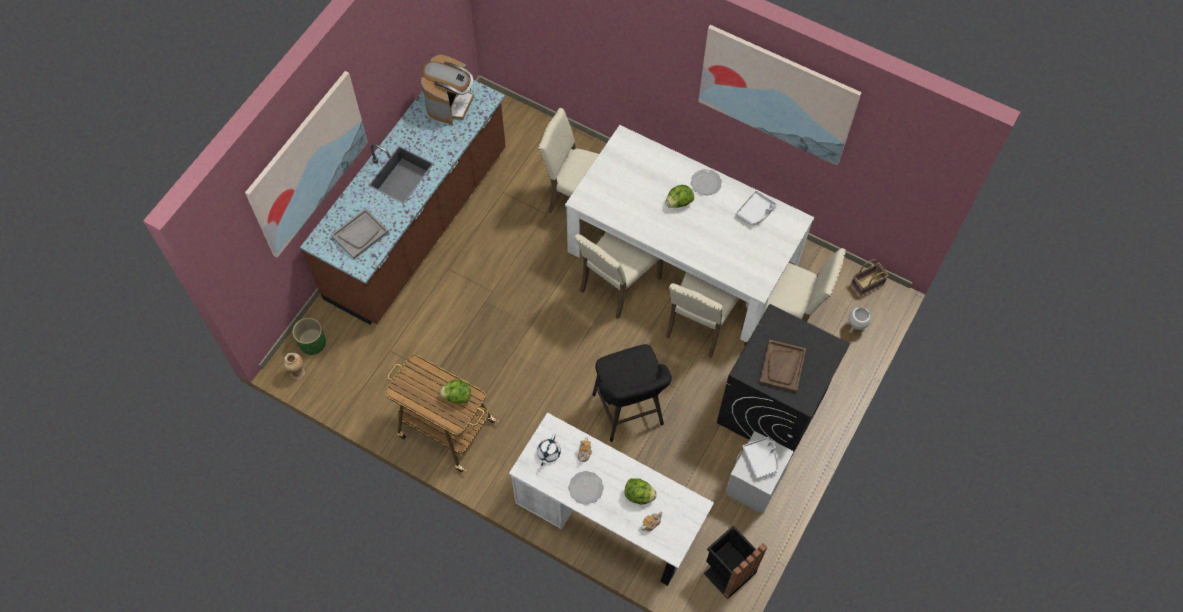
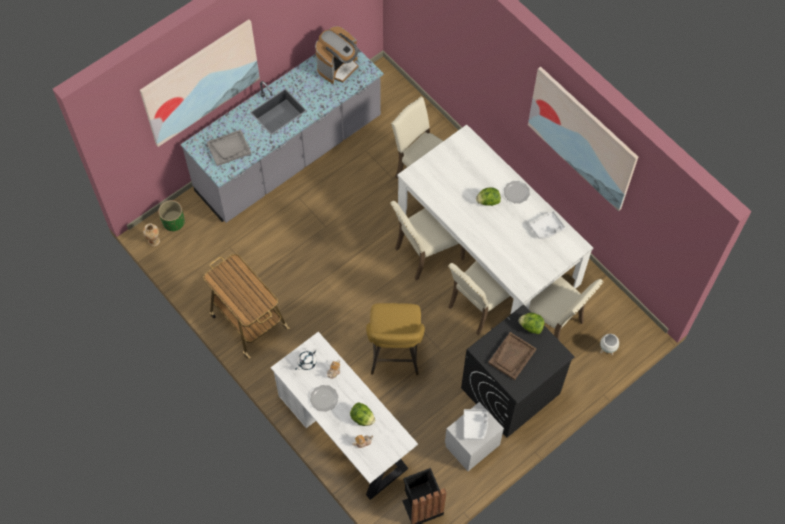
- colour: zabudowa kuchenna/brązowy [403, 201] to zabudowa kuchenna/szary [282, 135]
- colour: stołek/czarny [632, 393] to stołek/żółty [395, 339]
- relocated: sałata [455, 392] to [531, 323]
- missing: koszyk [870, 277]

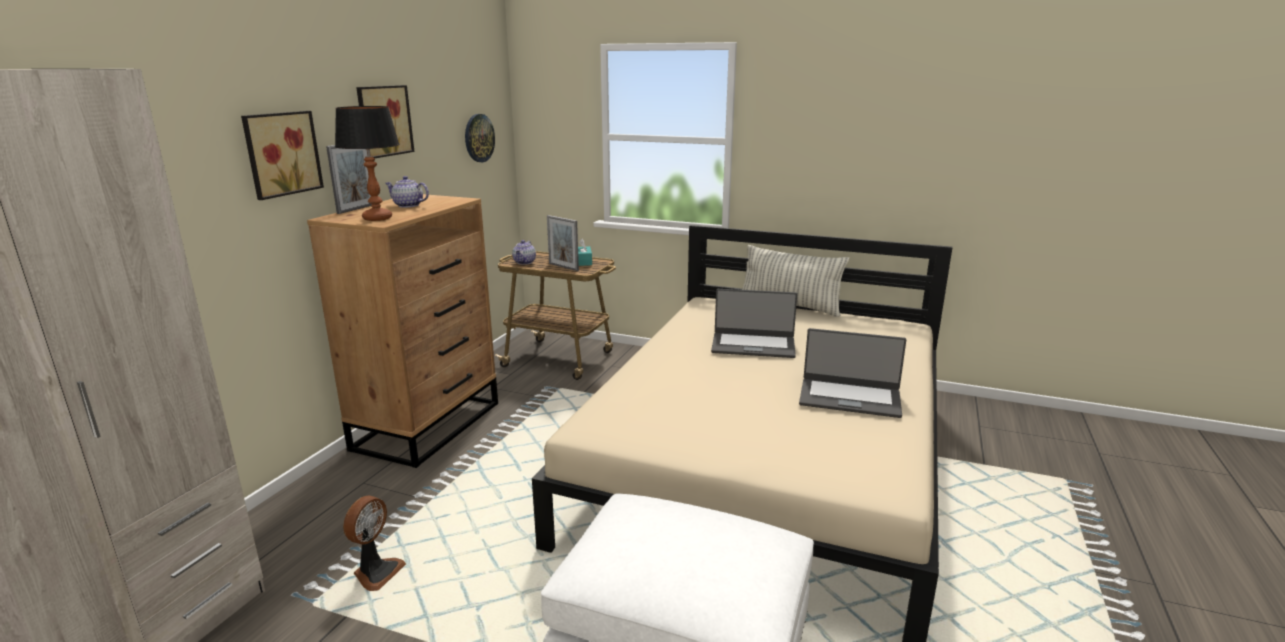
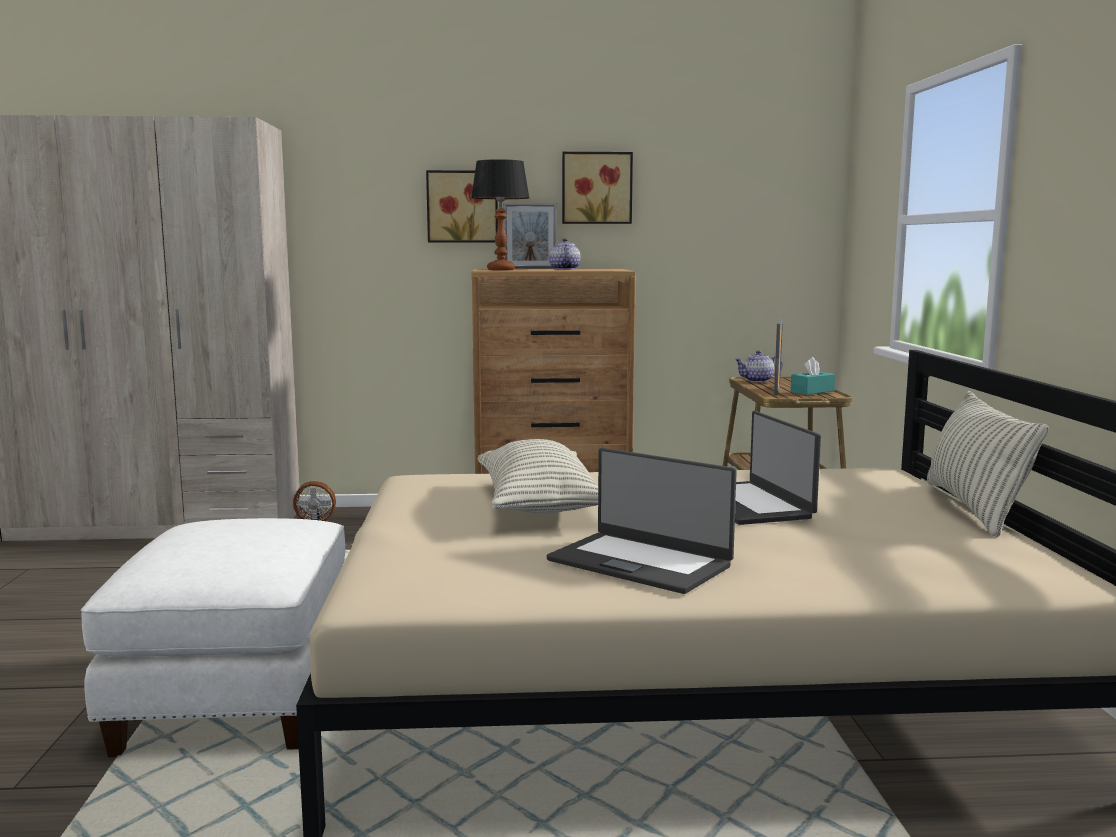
- appeared: poduszka [538, 476]
- spun: laptop [852, 373] = [642, 521] 45 degrees counterclockwise
- missing: zegar ścienny [480, 138]

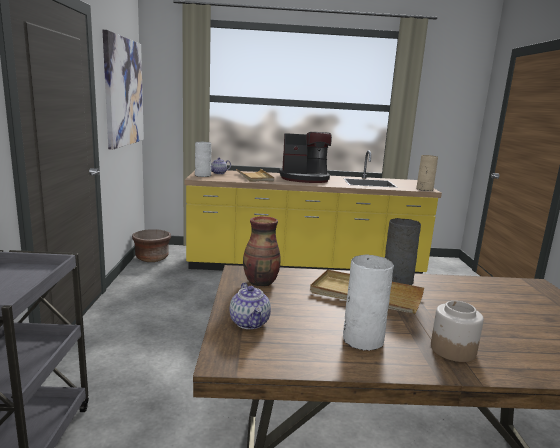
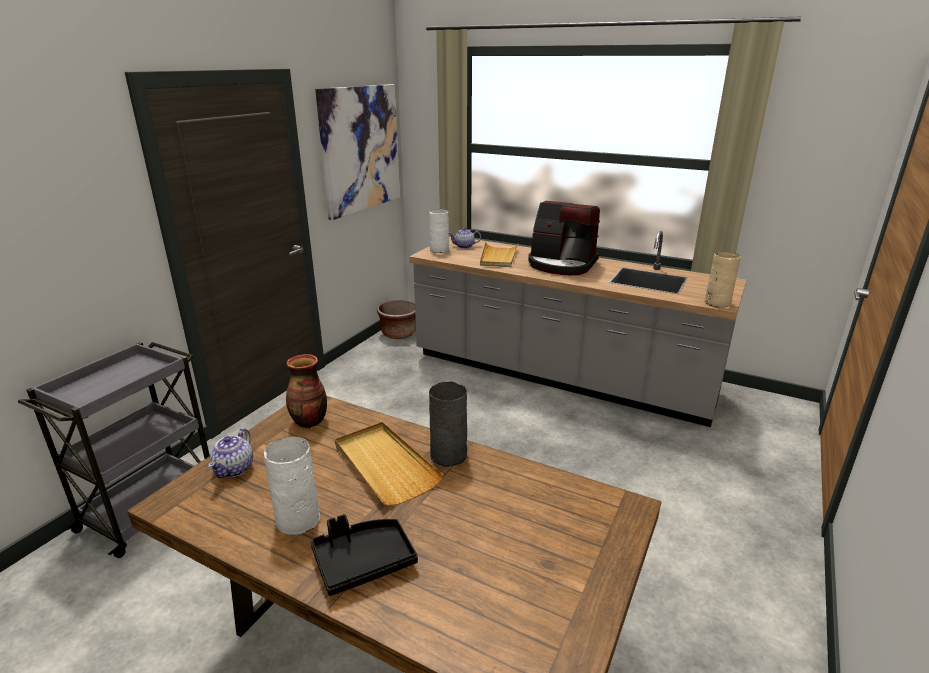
- exchanged: słoik [457, 331] to taca/czarny [364, 555]
- colour: zabudowa kuchenna/żółty [313, 212] to zabudowa kuchenna/szary [577, 329]

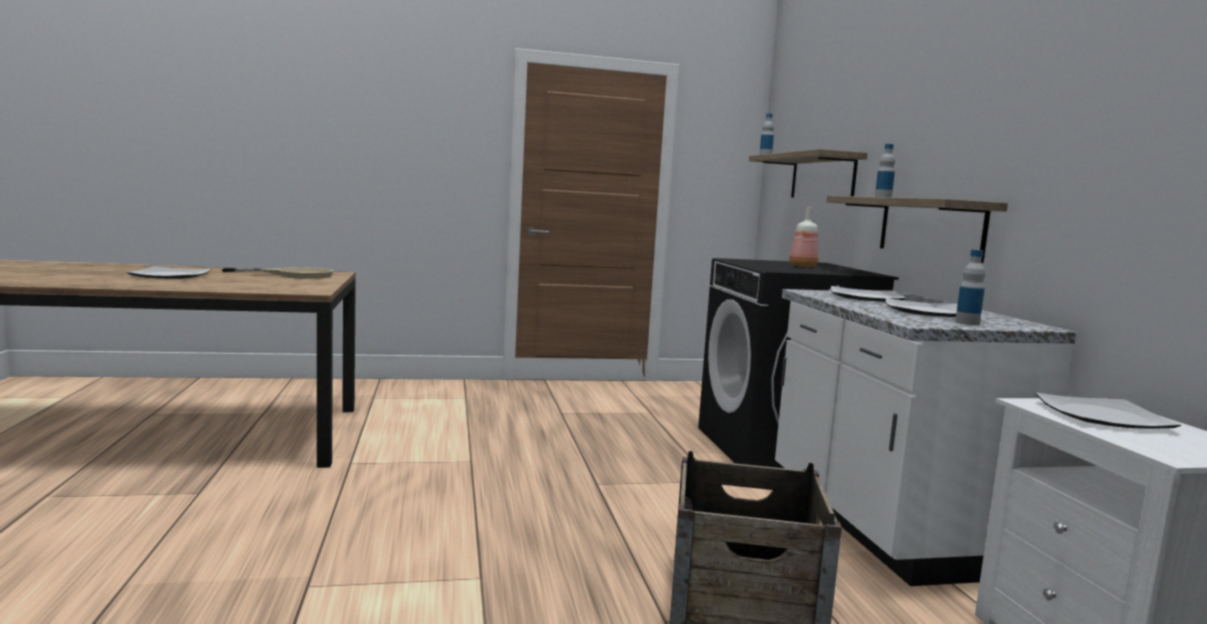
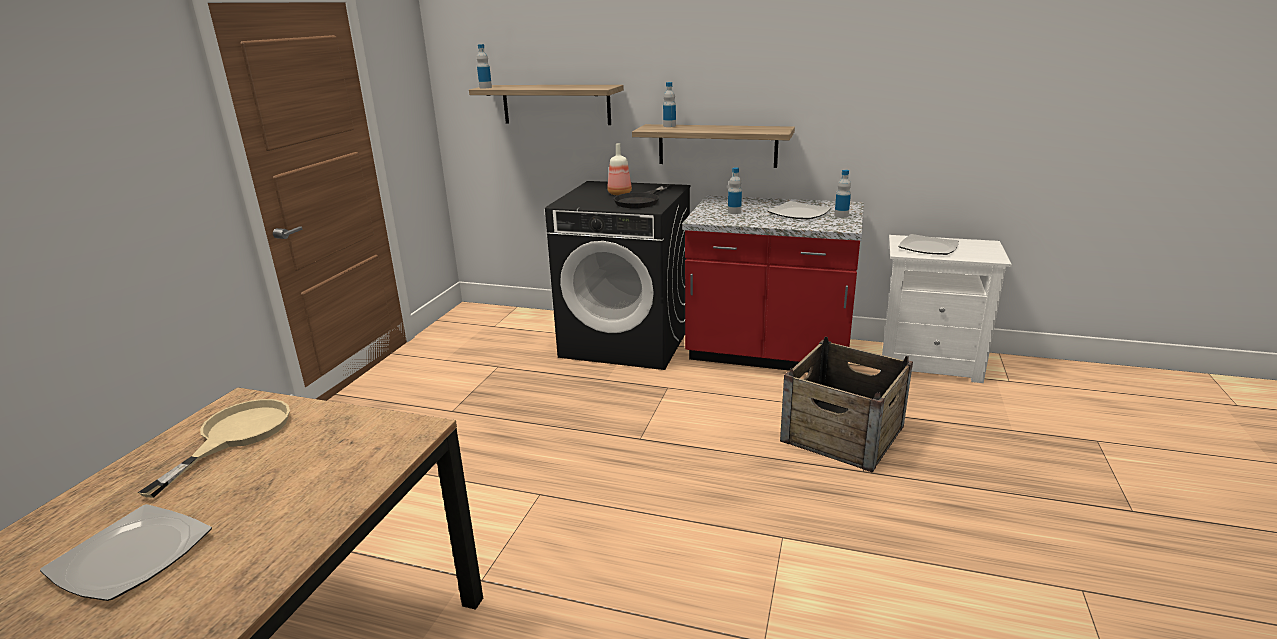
- appeared: patelnia/czarny [643, 196]
- colour: zabudowa kuchenna/biały [926, 437] to zabudowa kuchenna/czerwony [773, 284]
- exchanged: talerz [868, 294] to butelka [735, 191]

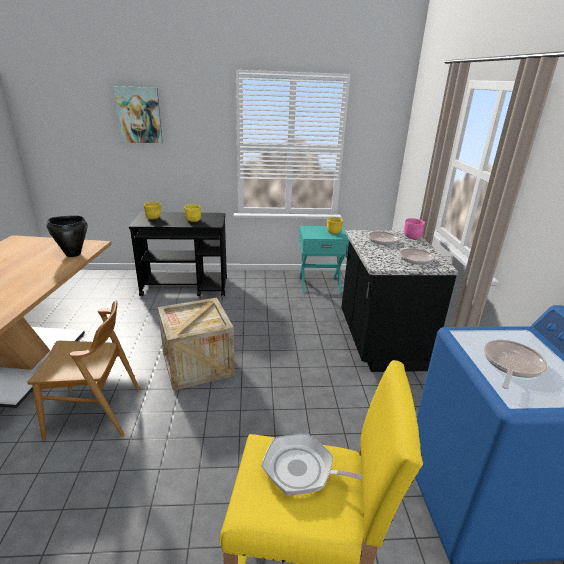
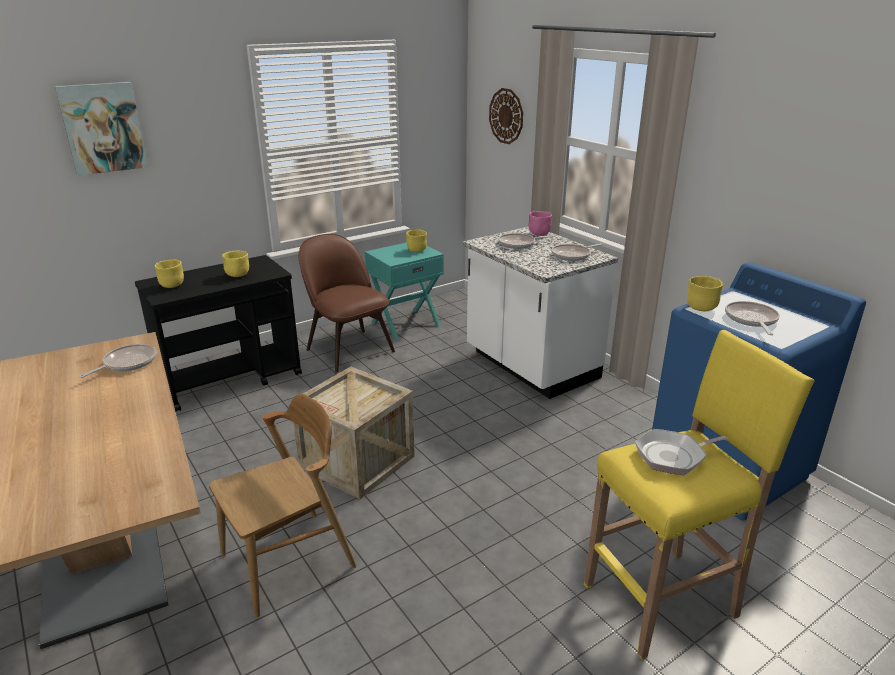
- exchanged: garnek/czarny [67, 236] to patelnia [117, 361]
- appeared: krzesło/brązowy [347, 303]
- colour: zabudowa kuchenna/czarny [399, 301] to zabudowa kuchenna/biały [540, 313]
- appeared: zegar ścienny [506, 116]
- appeared: miska/żółty [705, 293]

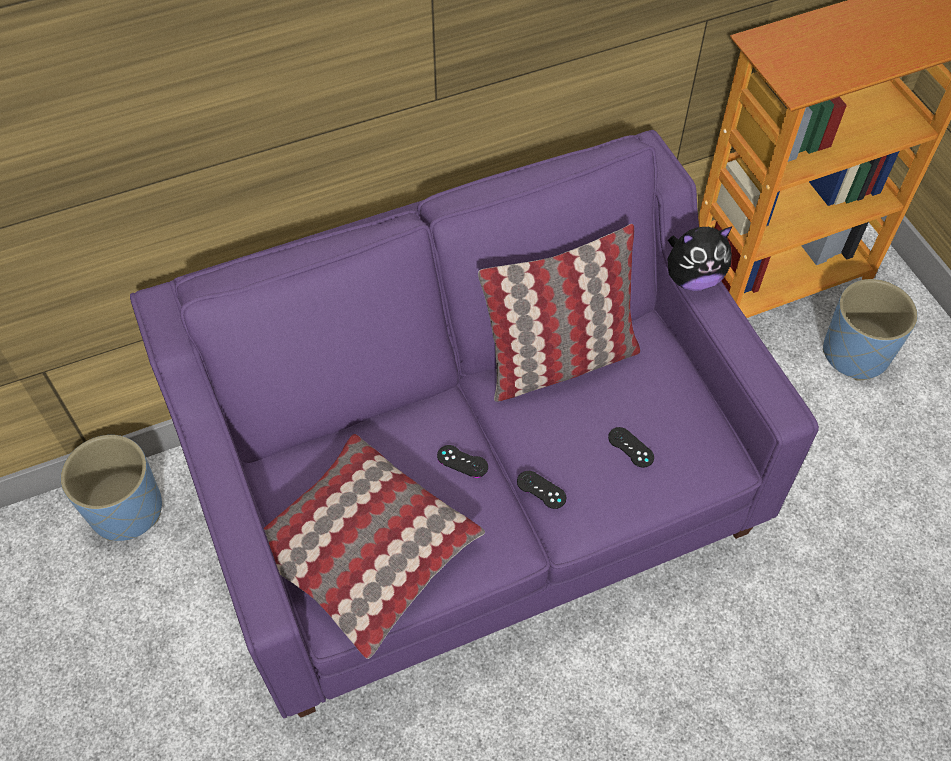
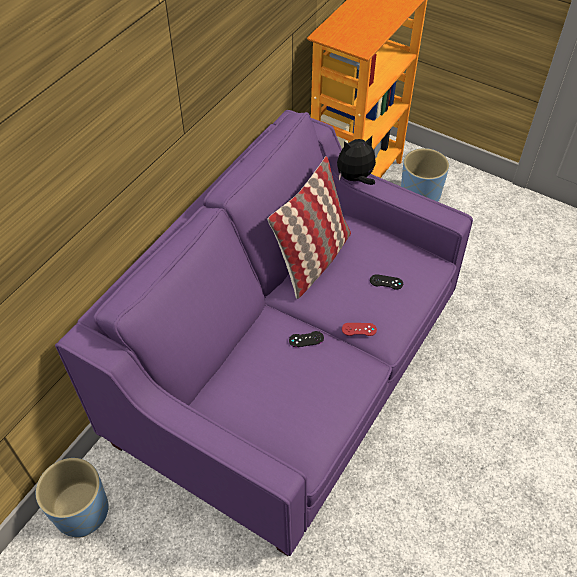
- spun: pluszak [699, 259] = [356, 160] 150 degrees counterclockwise
- colour: pad do gier/czarny [541, 490] to pad do gier/czerwony [359, 329]
- missing: poduszka [374, 546]

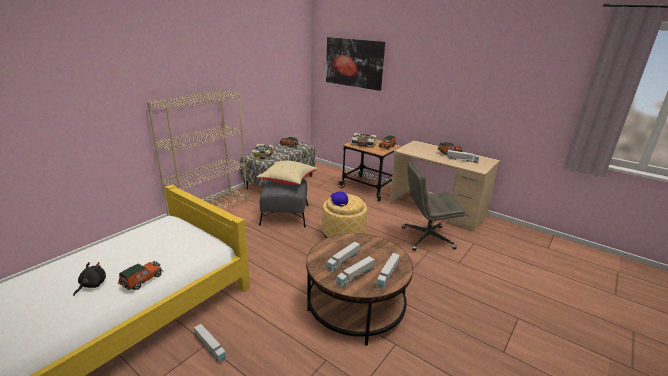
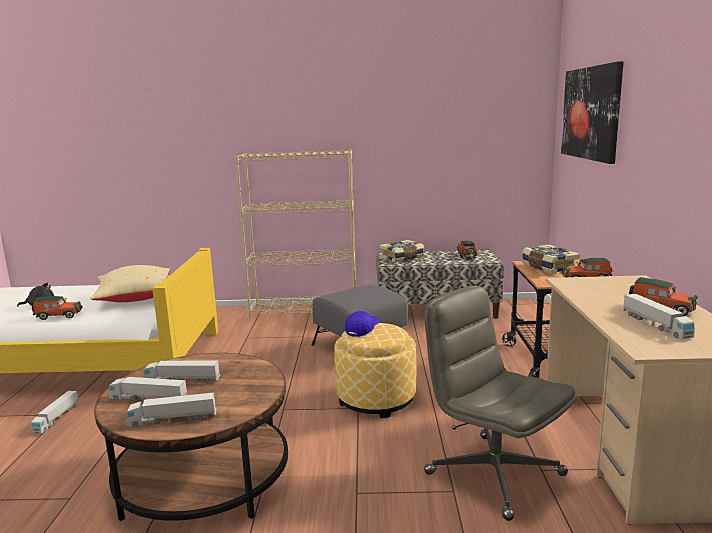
- relocated: poduszka/beżowy [287, 173] to [130, 283]

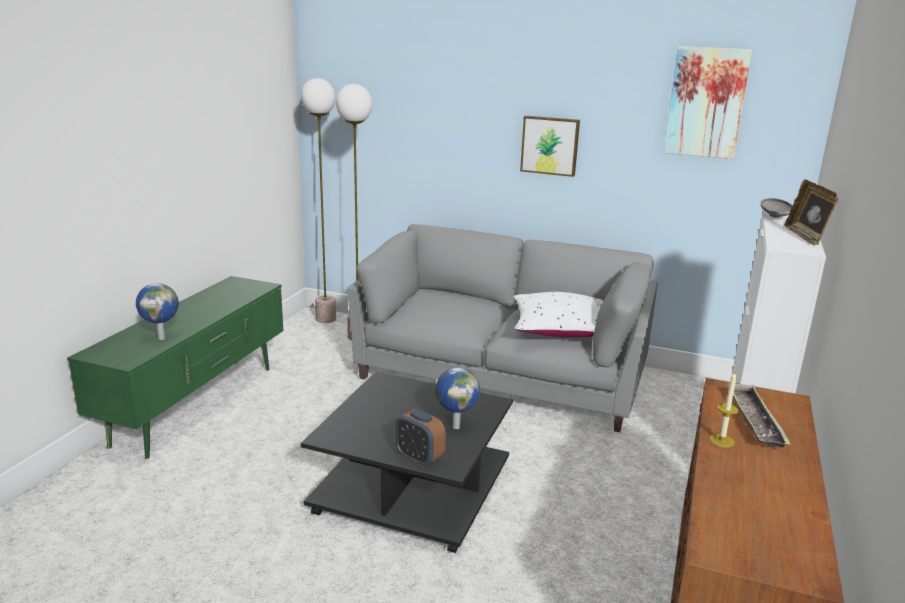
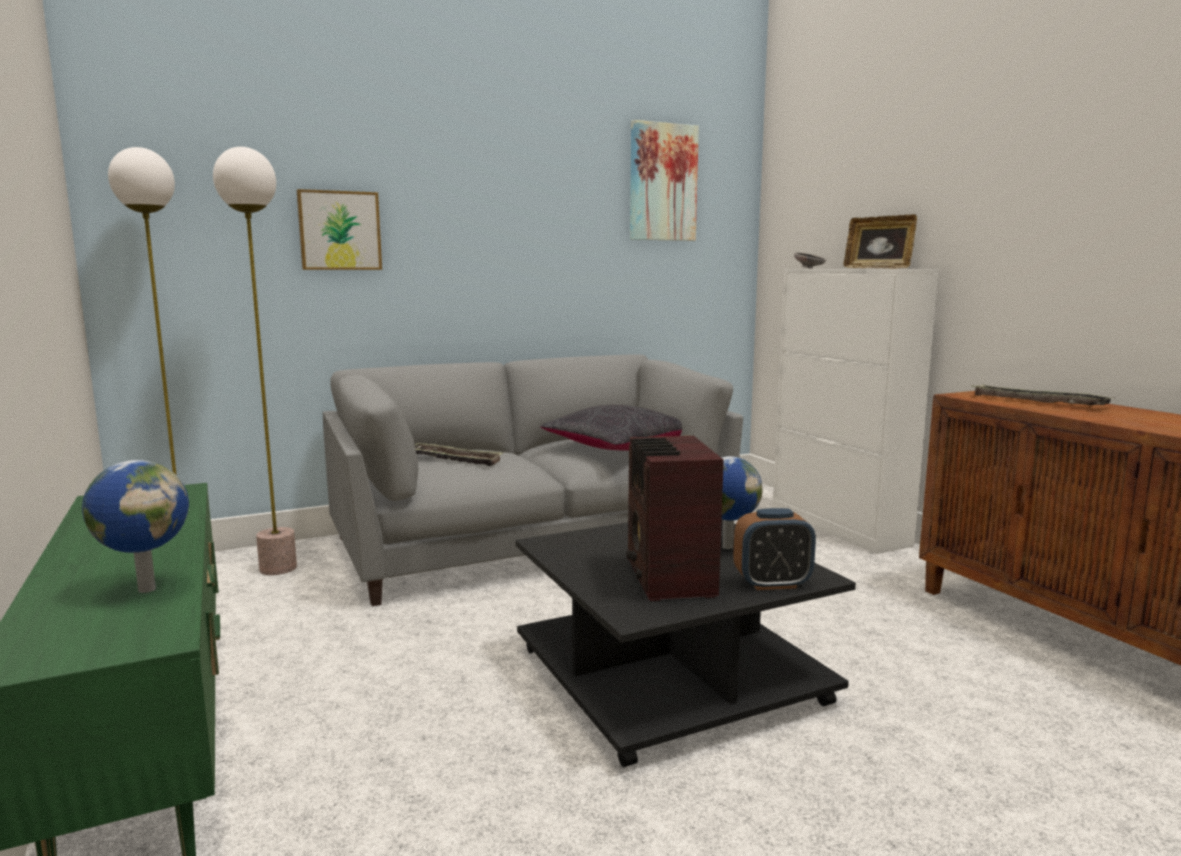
- relocated: obraz [550, 146] to [339, 229]
- appeared: taca [459, 454]
- colour: poduszka/biały [558, 314] to poduszka/czarny [611, 428]
- appeared: radio [675, 518]
- missing: świeca [724, 410]

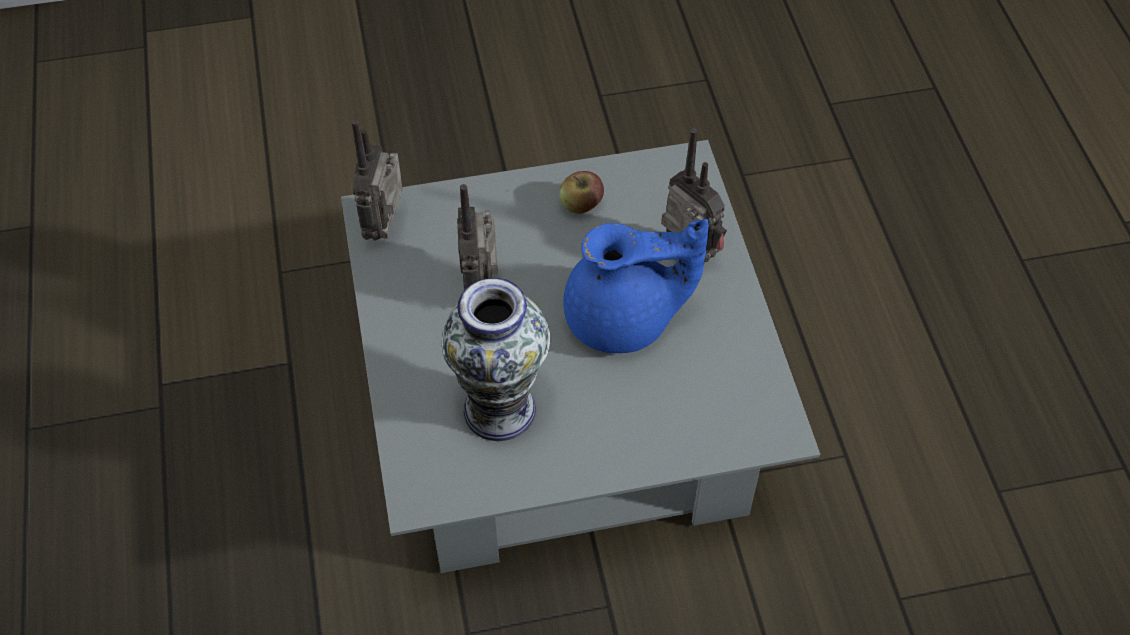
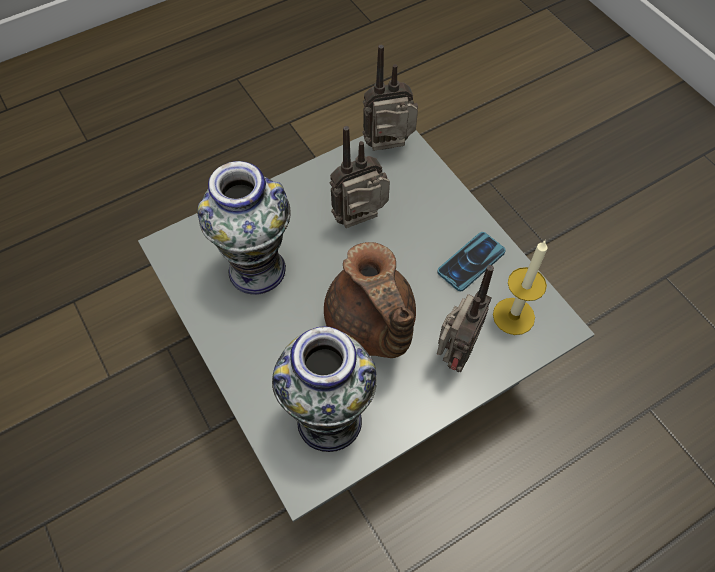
- appeared: wazon [324, 389]
- colour: imbryk/niebieski [636, 286] to imbryk/brązowy [370, 300]
- exchanged: jabłko [581, 192] to telefon [471, 261]
- appeared: świeca [520, 288]

